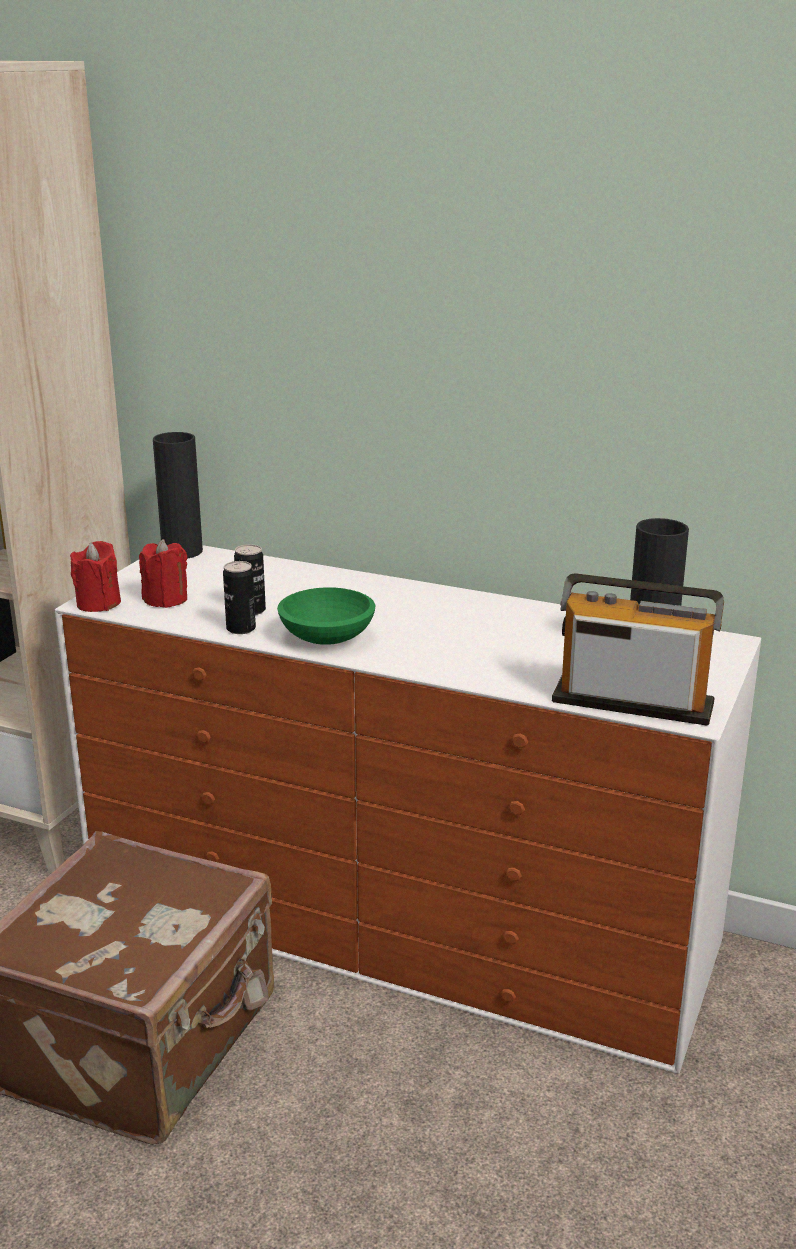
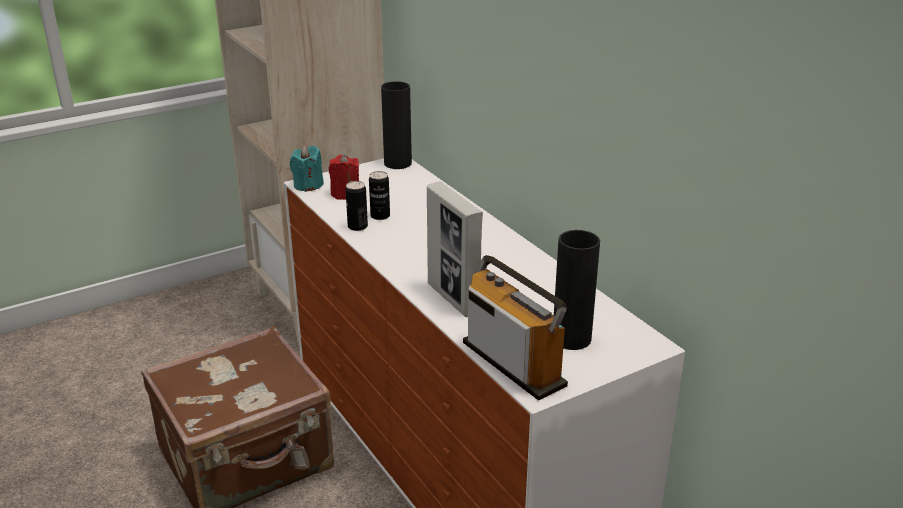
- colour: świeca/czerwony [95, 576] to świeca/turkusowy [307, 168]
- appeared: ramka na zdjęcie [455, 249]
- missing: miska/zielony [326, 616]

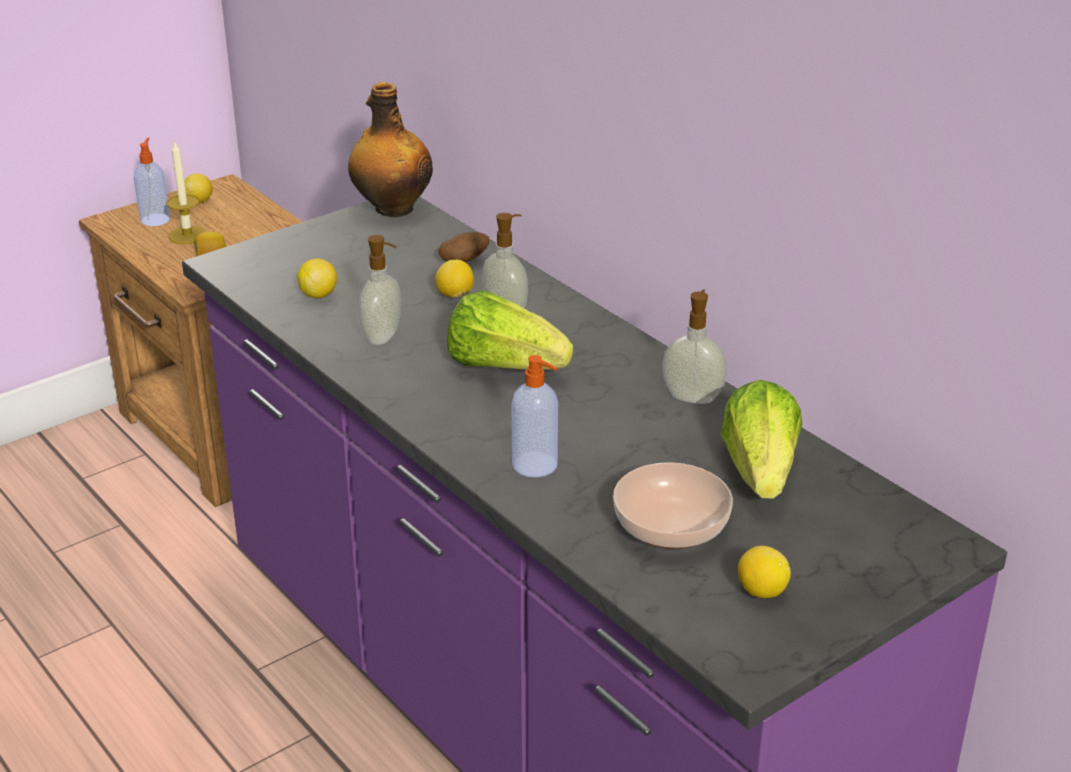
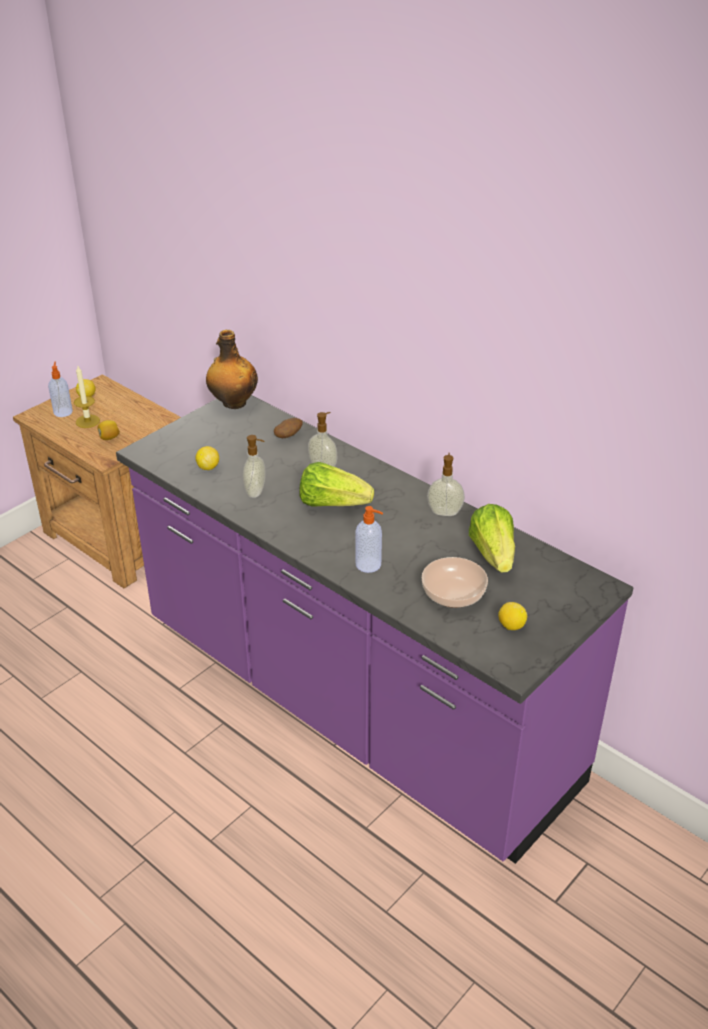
- missing: cytryna [454, 279]

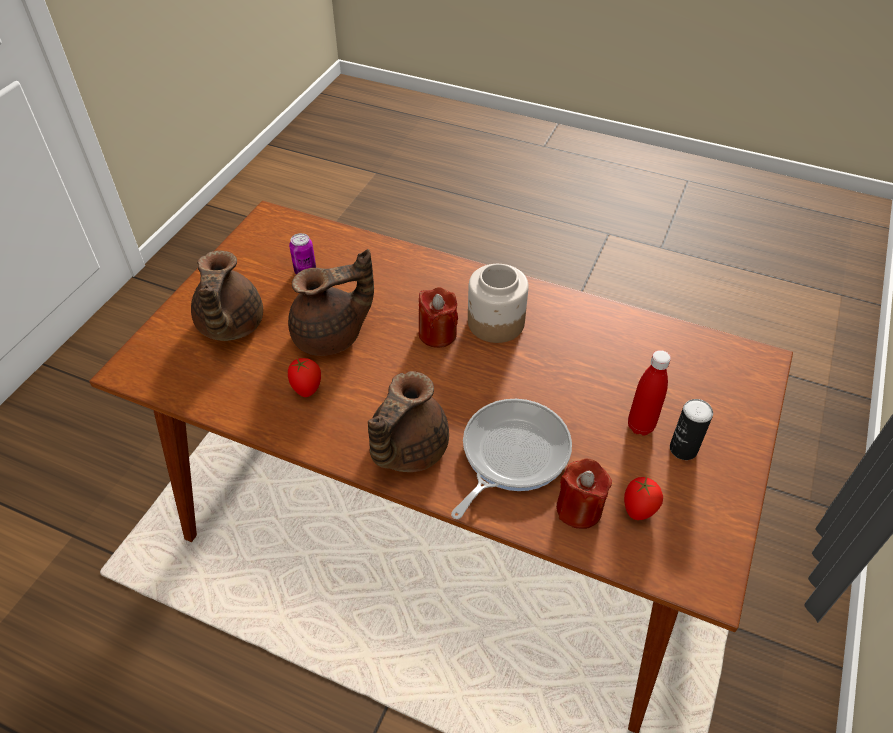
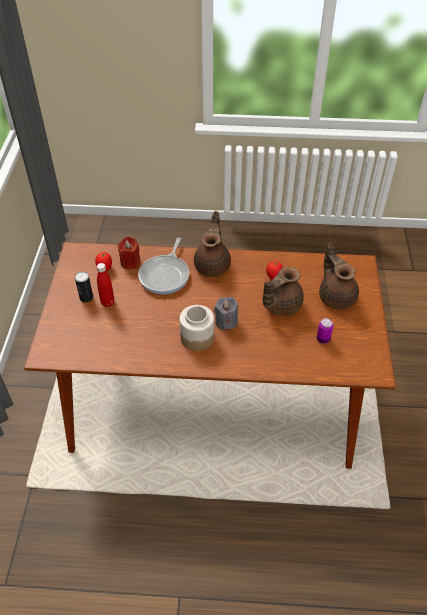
- colour: świeca/czerwony [438, 317] to świeca/szary [226, 314]

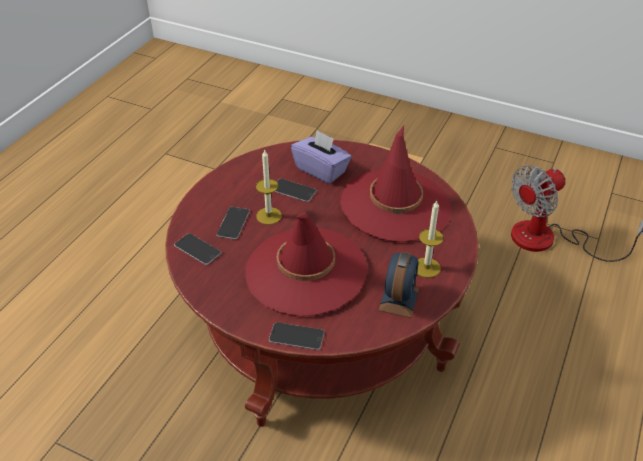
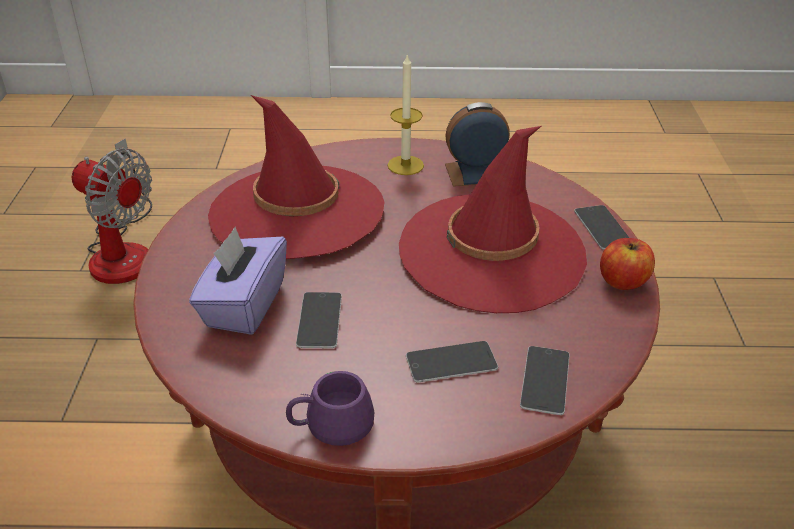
- appeared: kubek/fioletowy [330, 408]
- appeared: jabłko [627, 264]
- missing: świeca [269, 187]

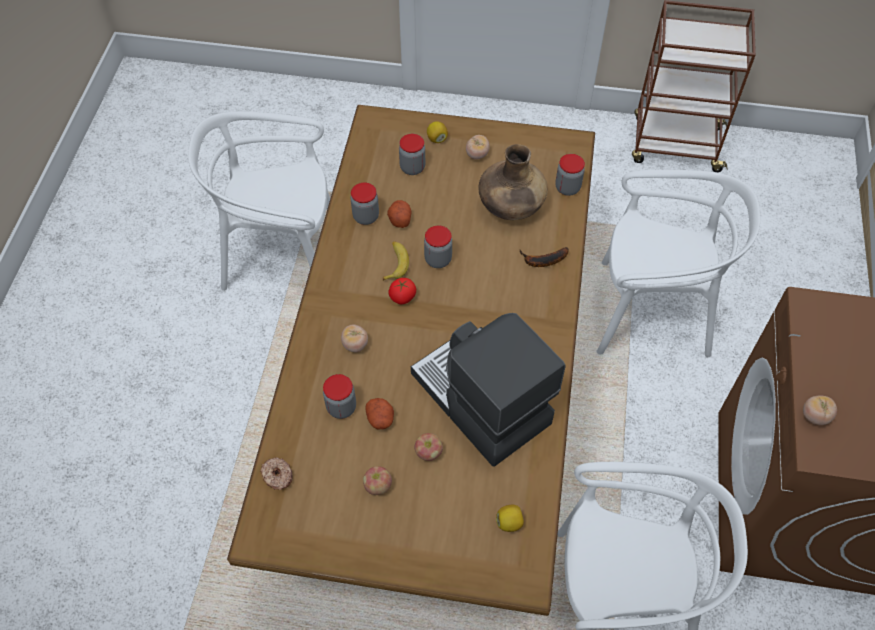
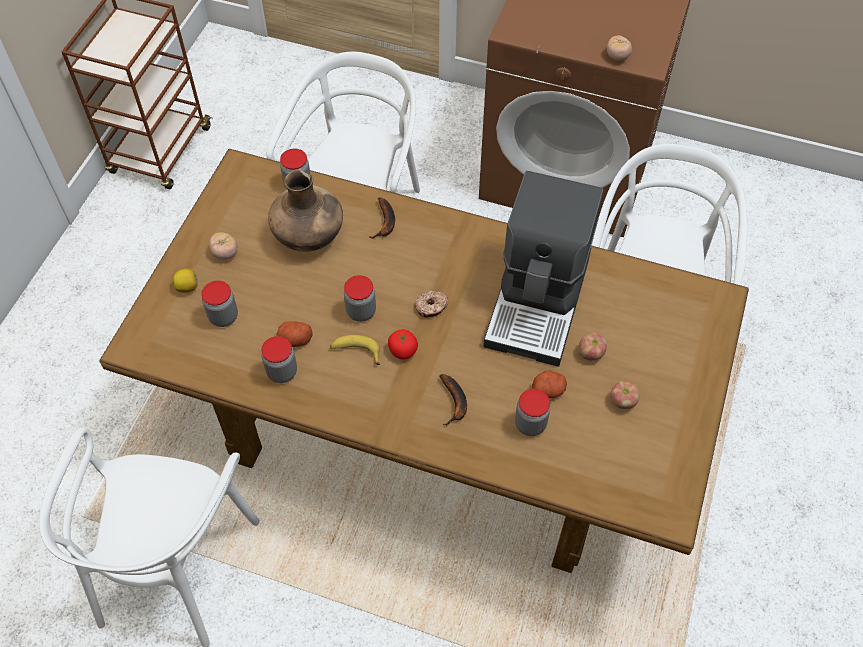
- relocated: donut [276, 473] to [431, 304]
- exchanged: pomidor [354, 338] to banan [453, 399]
- spun: ekspres do kawy [488, 389] = [543, 269] 45 degrees counterclockwise
- missing: cytryna [510, 518]

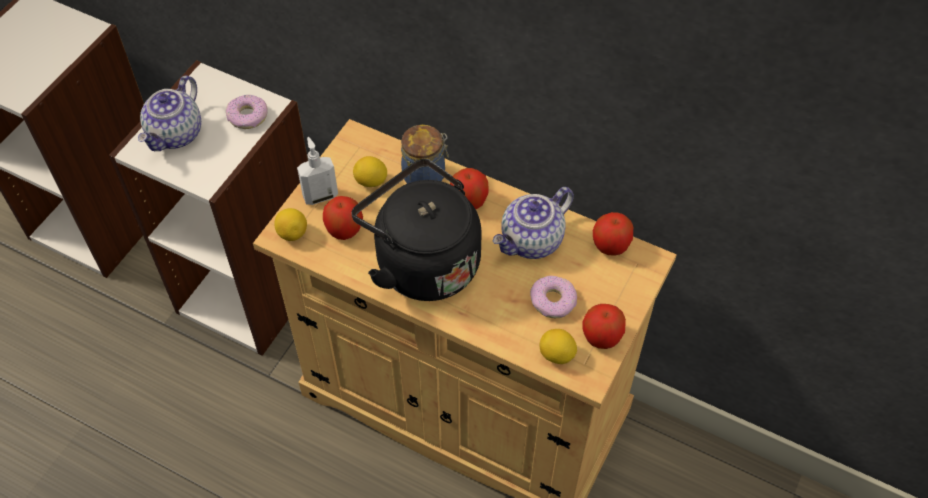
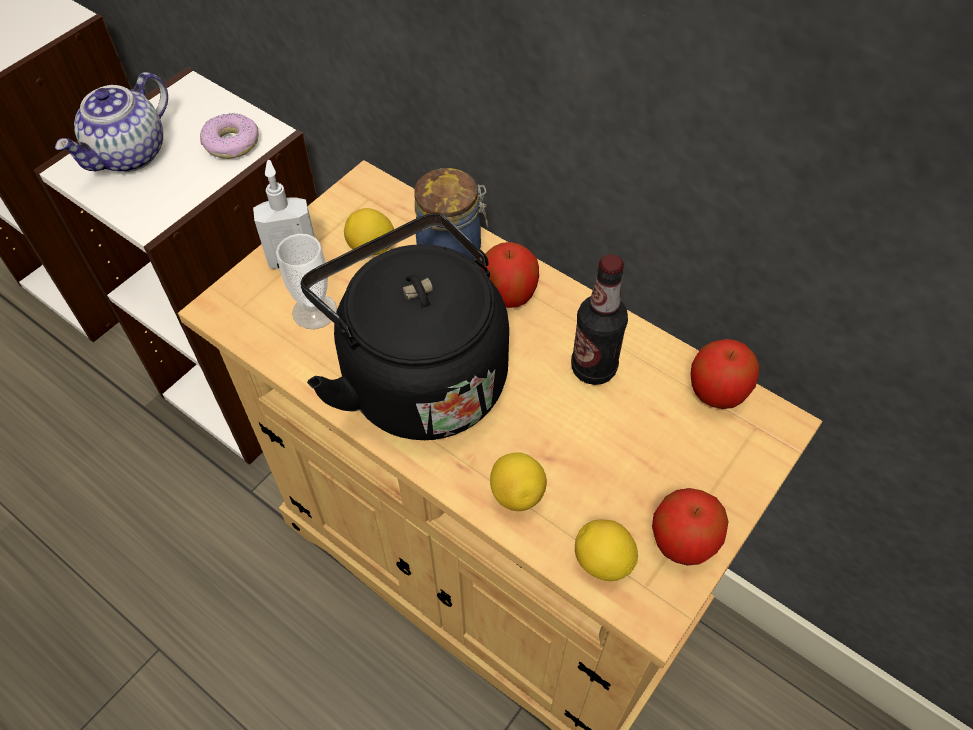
- exchanged: jabłko [343, 218] to filiżanka [306, 281]
- relocated: cytryna [290, 224] to [518, 482]
- exchanged: imbryk [533, 223] to butelka [599, 319]
- missing: donut [553, 297]

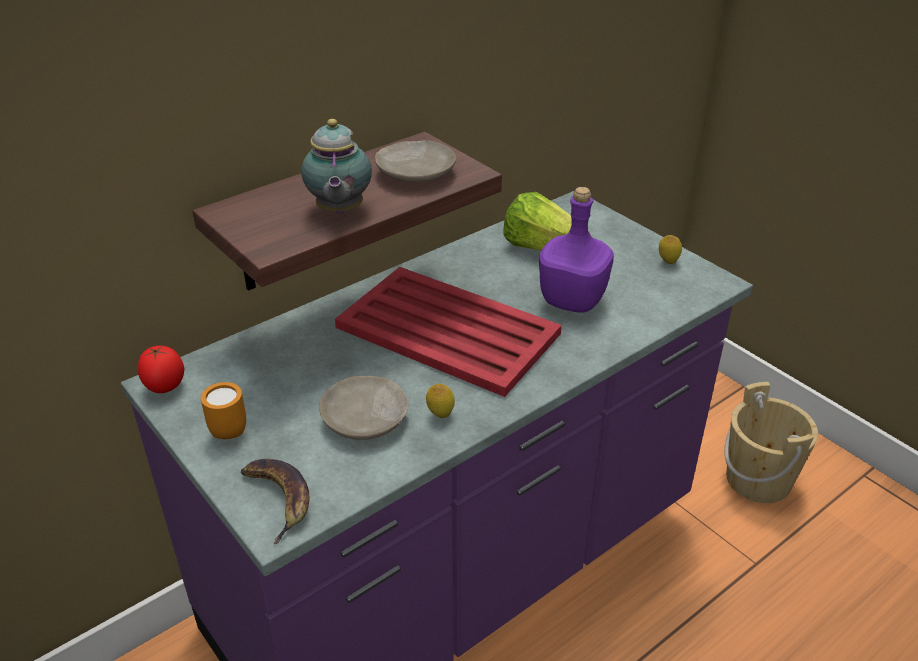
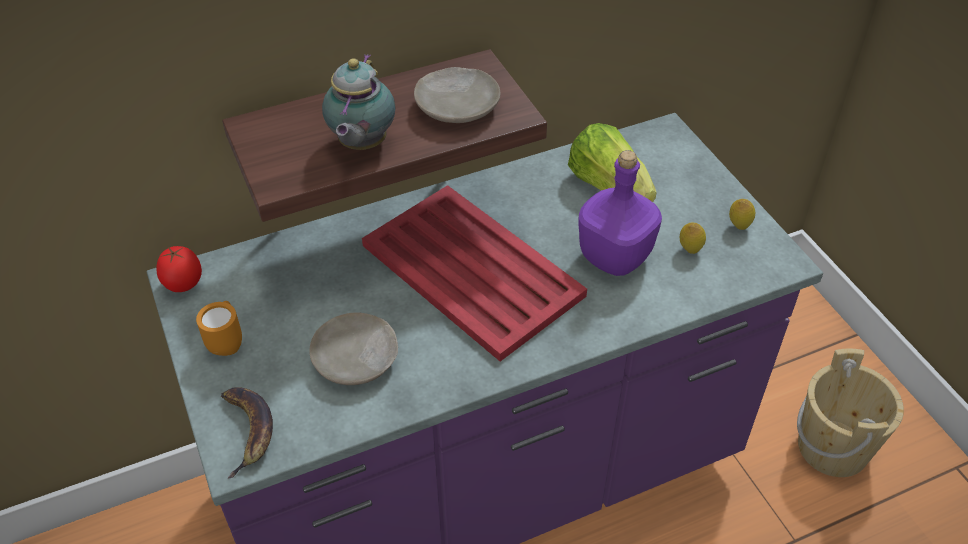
- relocated: cytryna [440, 401] to [693, 238]

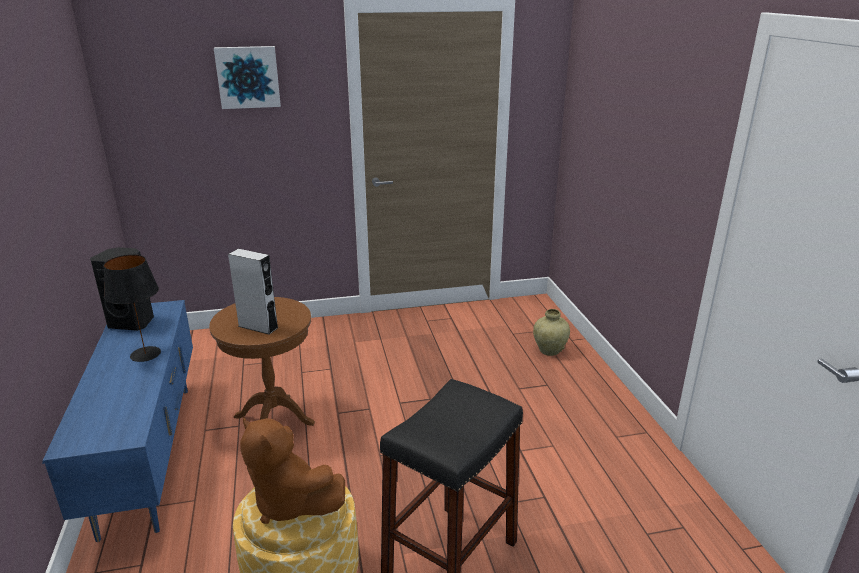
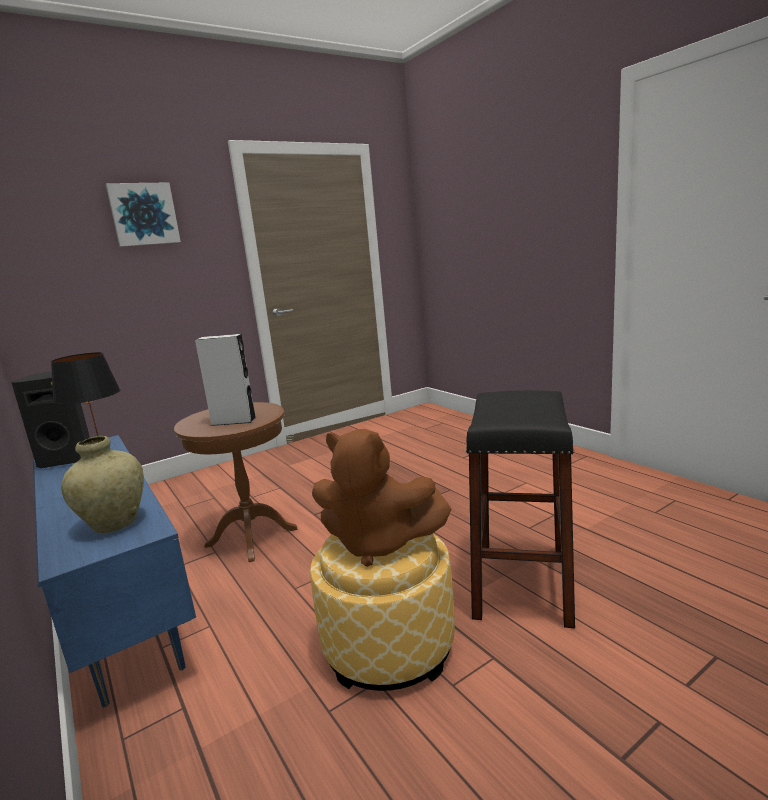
- relocated: wazon/beżowy [551, 332] to [102, 484]

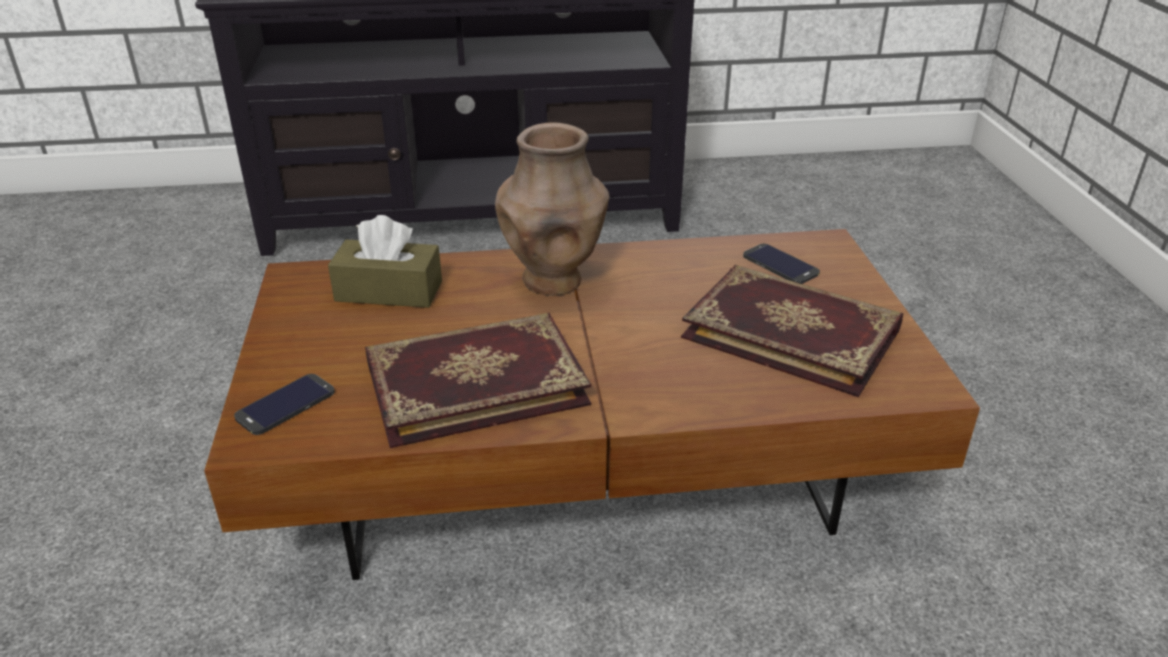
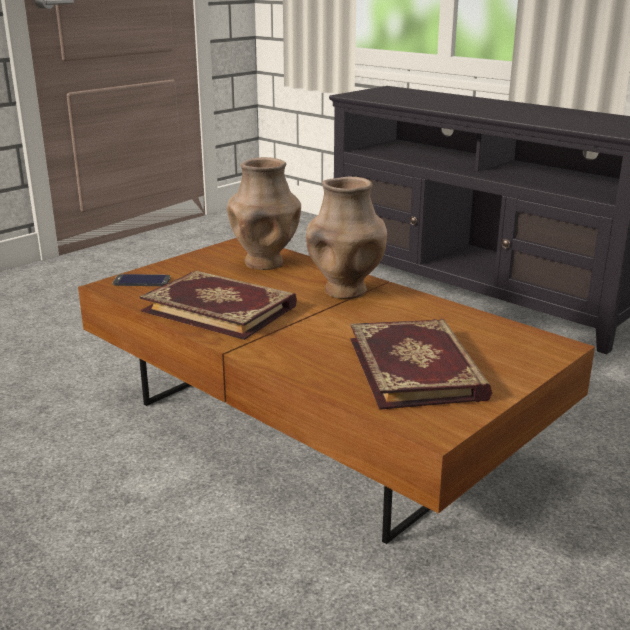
- exchanged: pudełko chusteczek/brązowy [385, 261] to wazon/brązowy [264, 213]
- missing: telefon [781, 264]

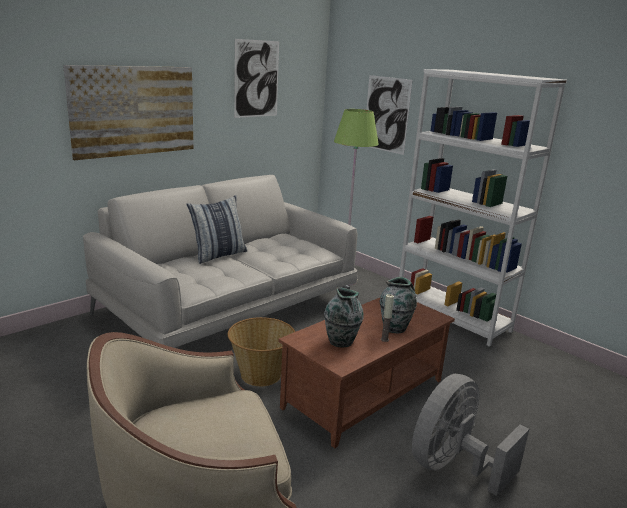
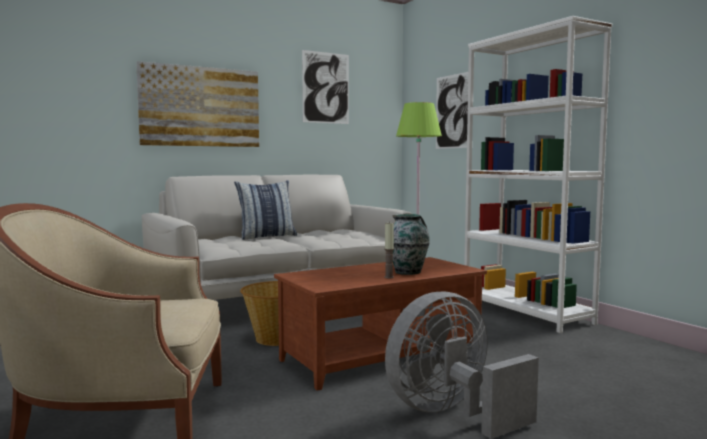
- missing: wazon [344, 317]

